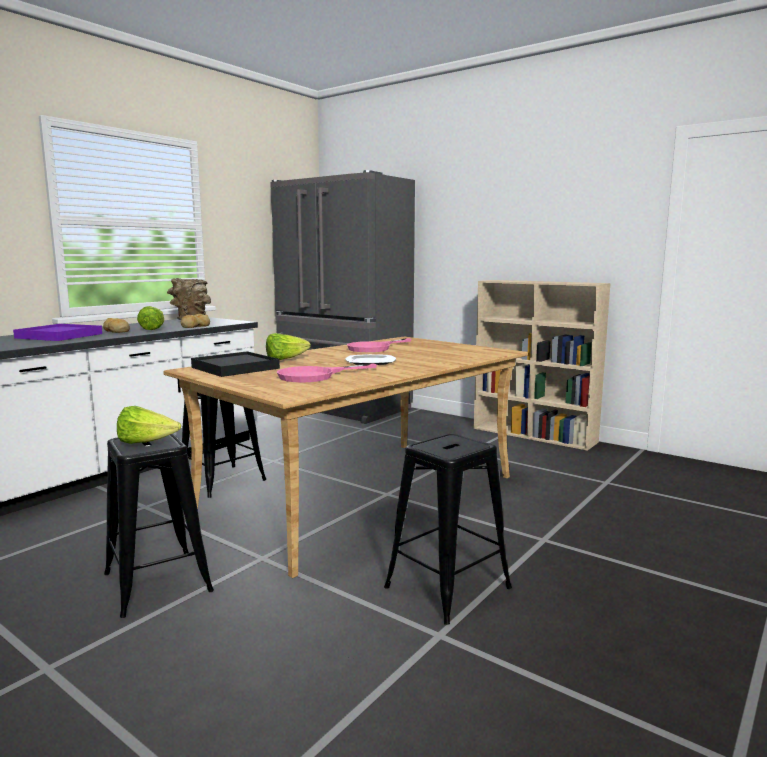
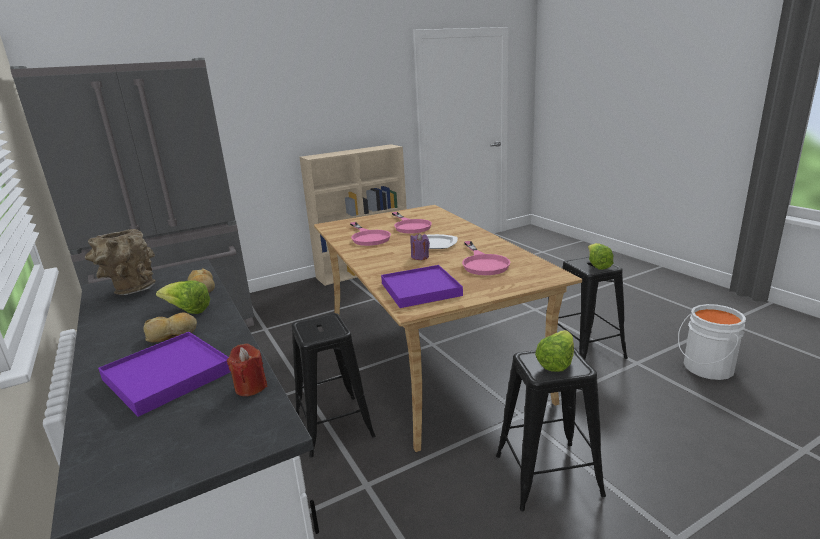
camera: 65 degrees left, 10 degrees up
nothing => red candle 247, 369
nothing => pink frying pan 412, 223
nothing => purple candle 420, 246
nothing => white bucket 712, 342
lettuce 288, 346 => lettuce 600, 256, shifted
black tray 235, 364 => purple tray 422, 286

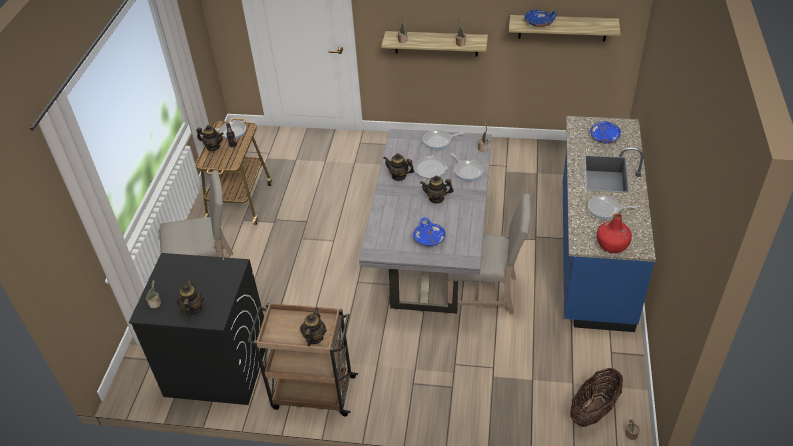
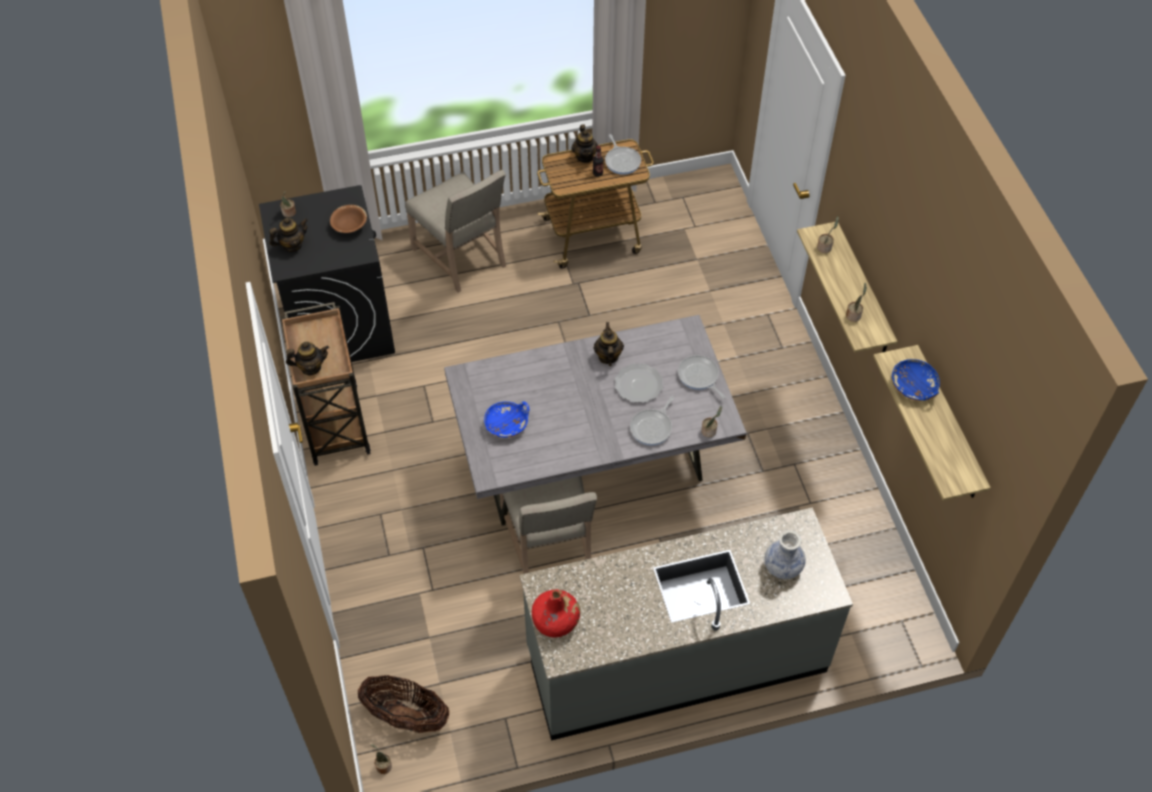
camera: 65 degrees right, 10 degrees up
teapot 437, 190 => nothing
frying pan 613, 207 => nothing
nothing => brown bowl 348, 219
blue bowl 605, 132 => vase 785, 554
blue counter 609, 224 => grey counter 686, 624

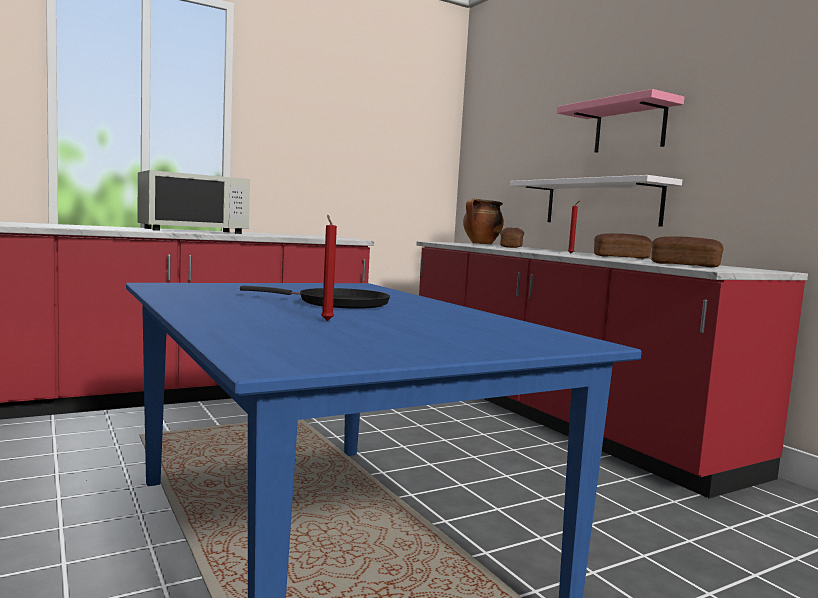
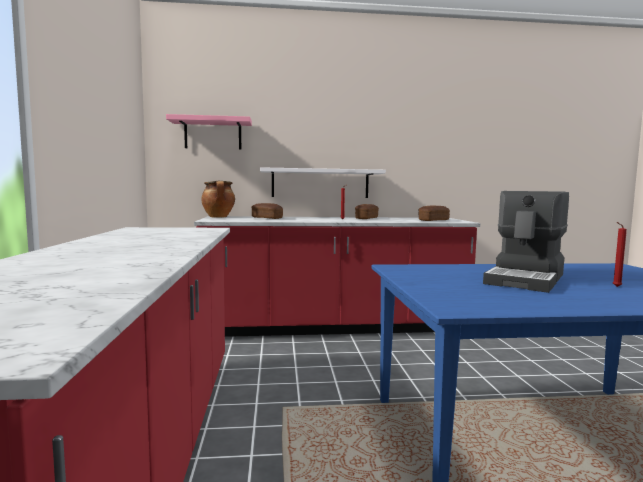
camera: 65 degrees left, 0 degrees up
white microwave 193, 202 => nothing
pink shelf 620, 121 => pink shelf 209, 132, shifted
black frying pan 315, 297 => coffee machine 526, 242

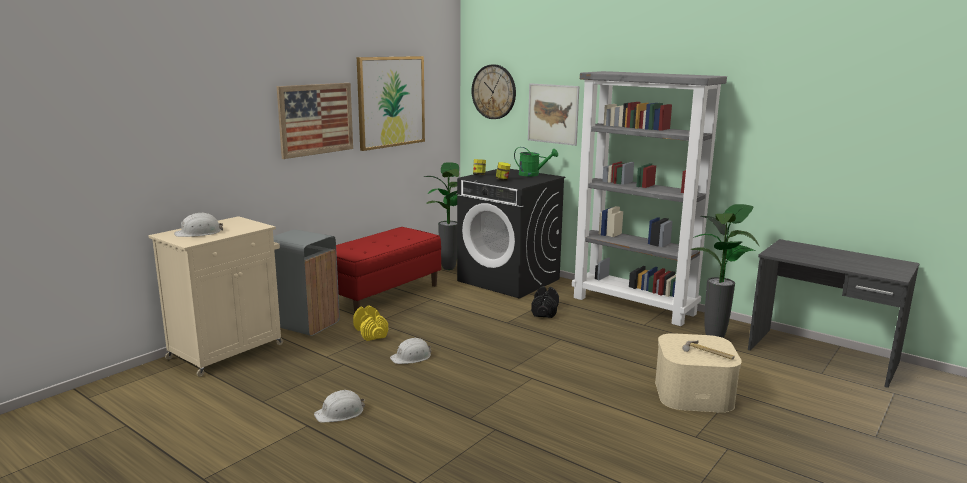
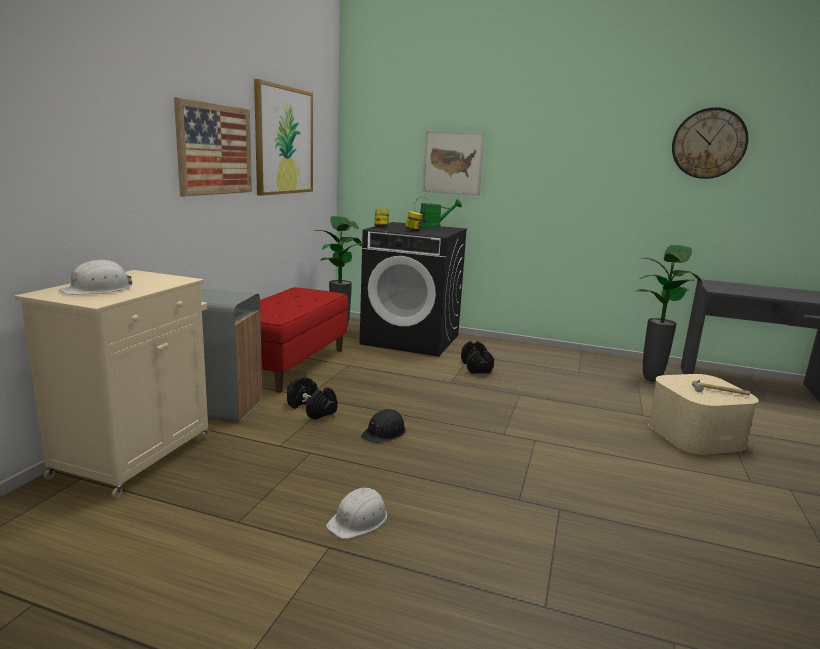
camera: 20 degrees left, 0 degrees up
grey bookcase 649, 198 => nothing
wall clock 493, 91 => wall clock 710, 143, shifted
yellow dumbbell 370, 323 => black dumbbell 312, 398
white hard hat 410, 351 => black hard hat 383, 426

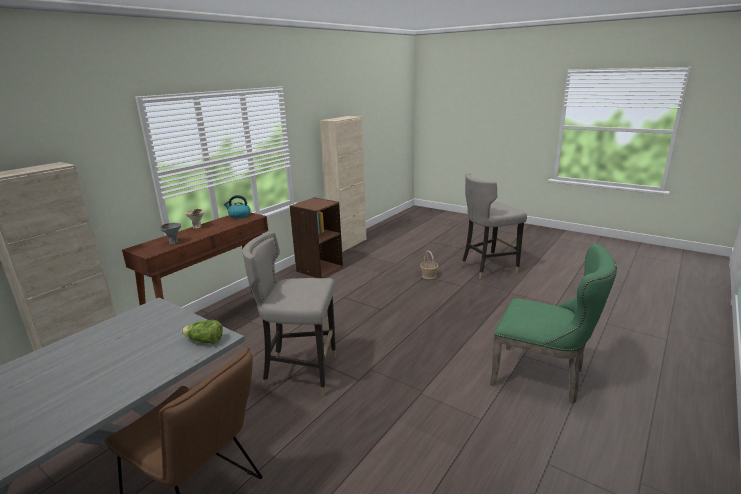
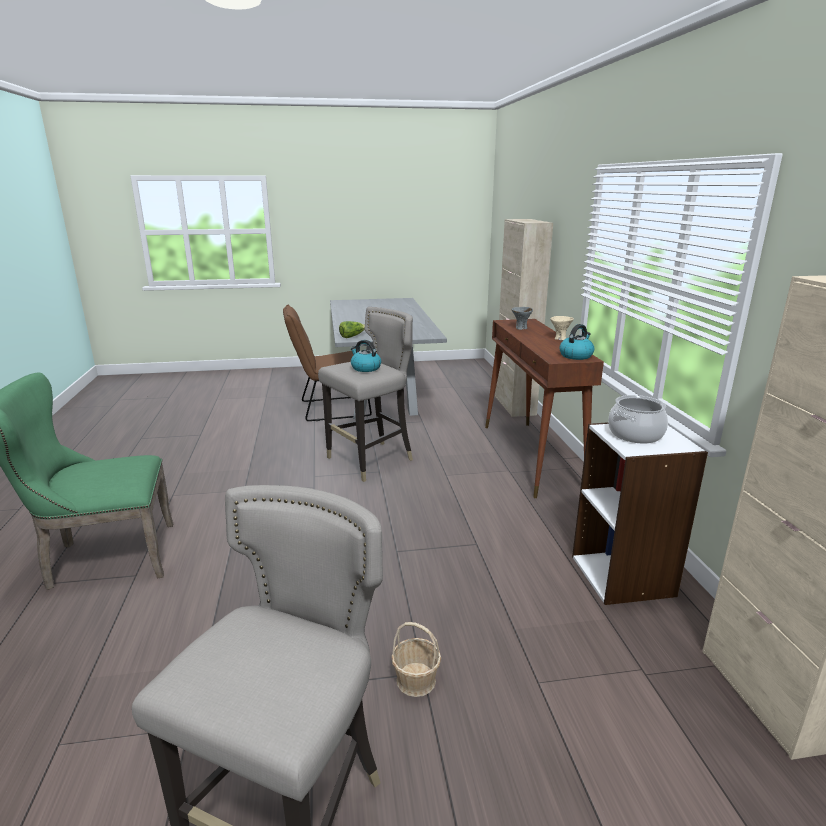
camera: 135 degrees right, 0 degrees up
nothing => kettle 366, 356
nothing => cooking pot 638, 419
brown bookcase 316, 237 => white bookcase 640, 513

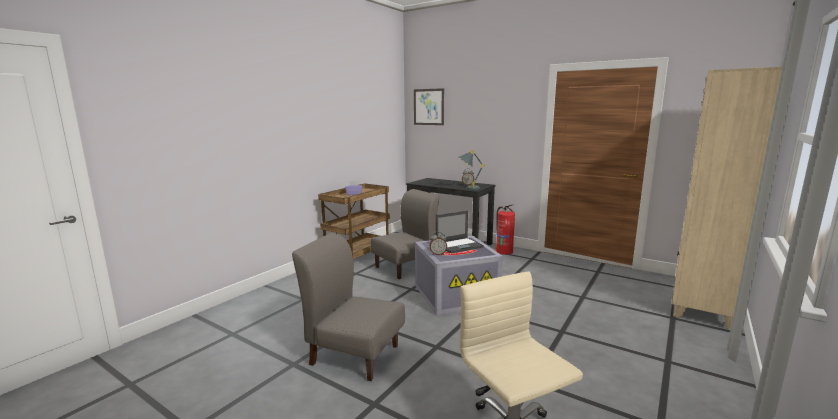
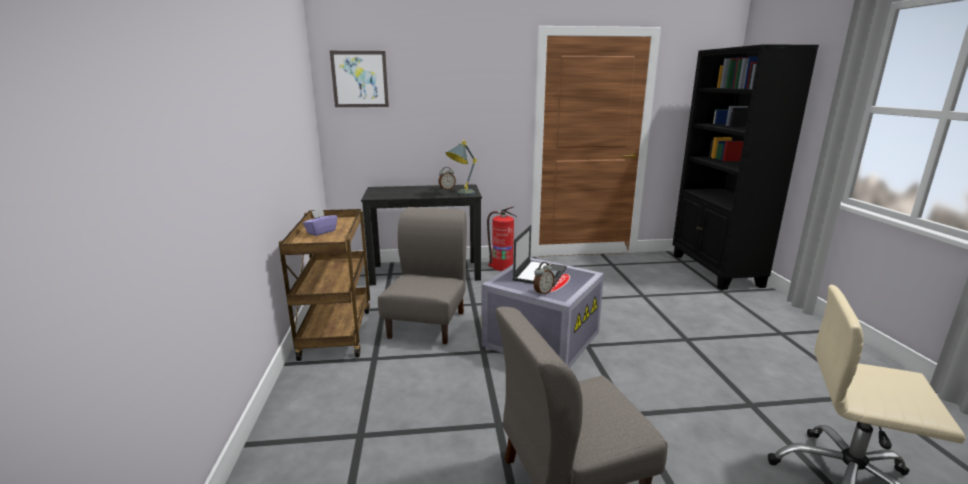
camera: 40 degrees left, 5 degrees up
beige bookcase 727, 198 => black bookcase 745, 167

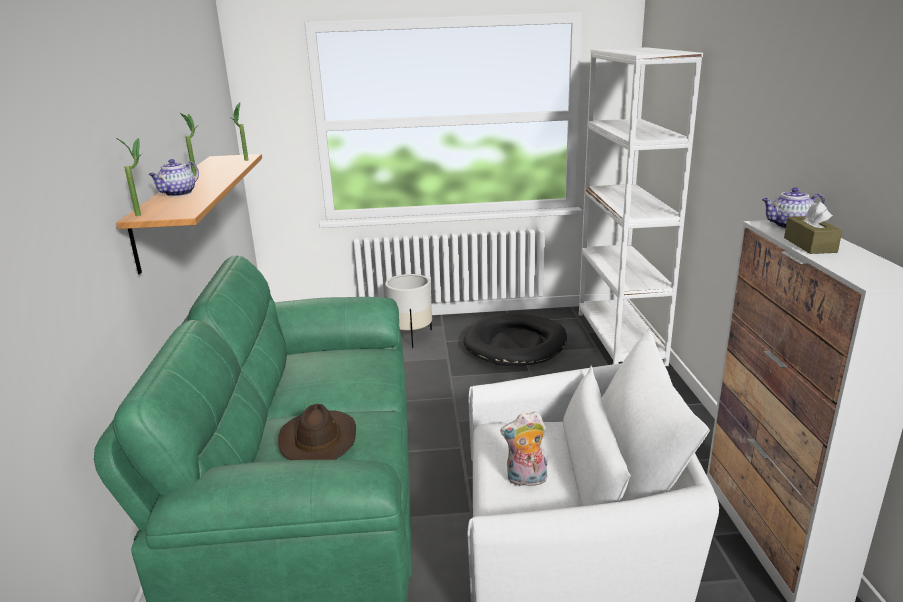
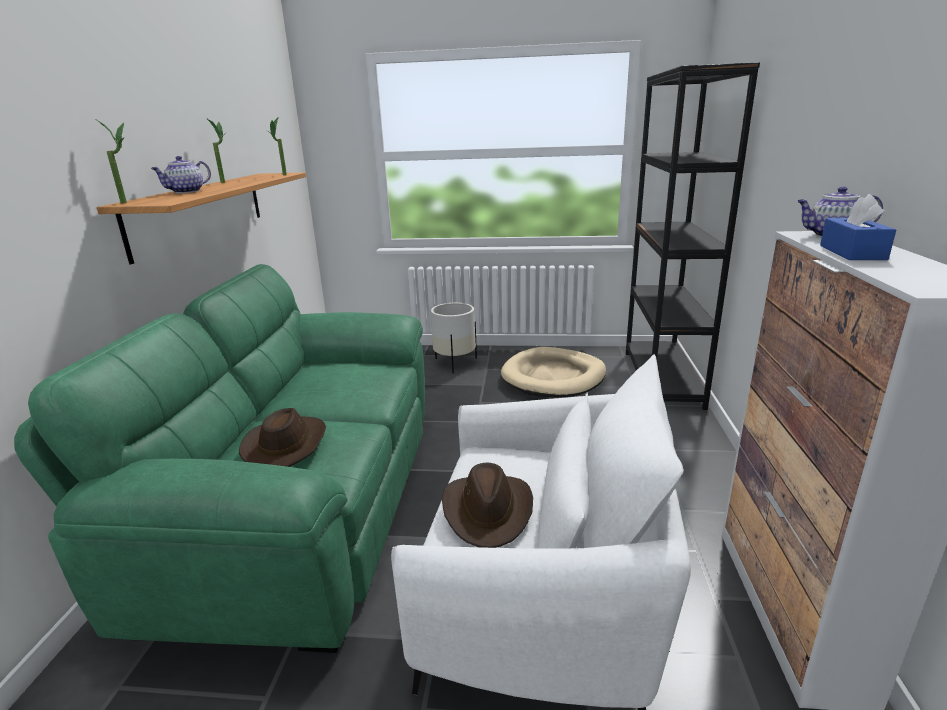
camera: 10 degrees right, 0 degrees up
plush toy 523, 448 => brown hat 487, 505
black dog bed 515, 339 => beige dog bed 553, 372
white bookcase 641, 206 => black bookcase 693, 236
brown tissue box 813, 228 => blue tissue box 858, 227

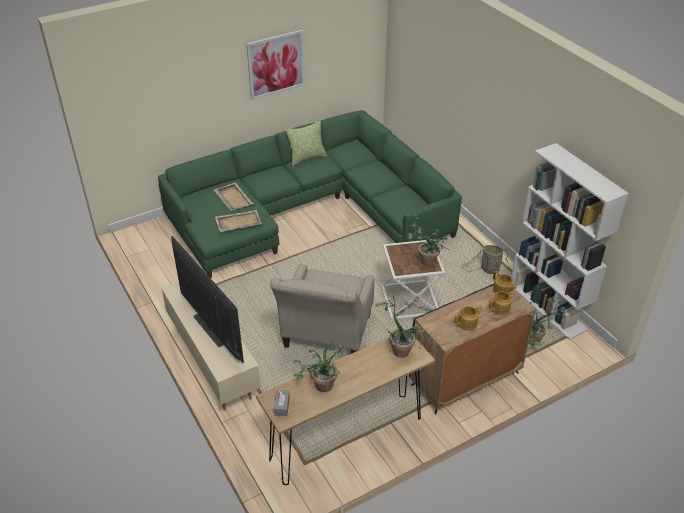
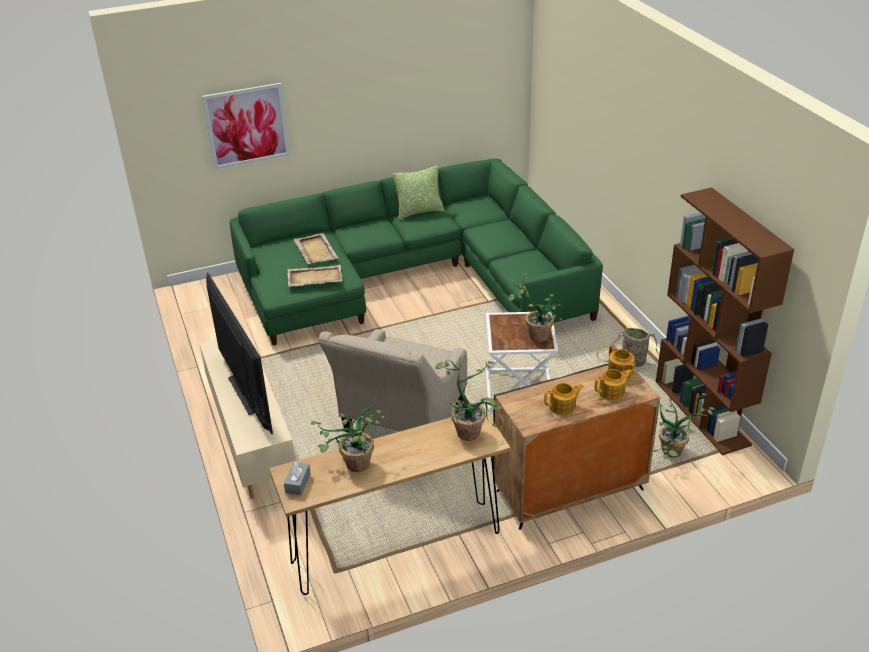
camera: 10 degrees right, 5 degrees down
picture 276, 65 => picture 246, 126, shifted
white bookcase 569, 241 => brown bookcase 725, 321

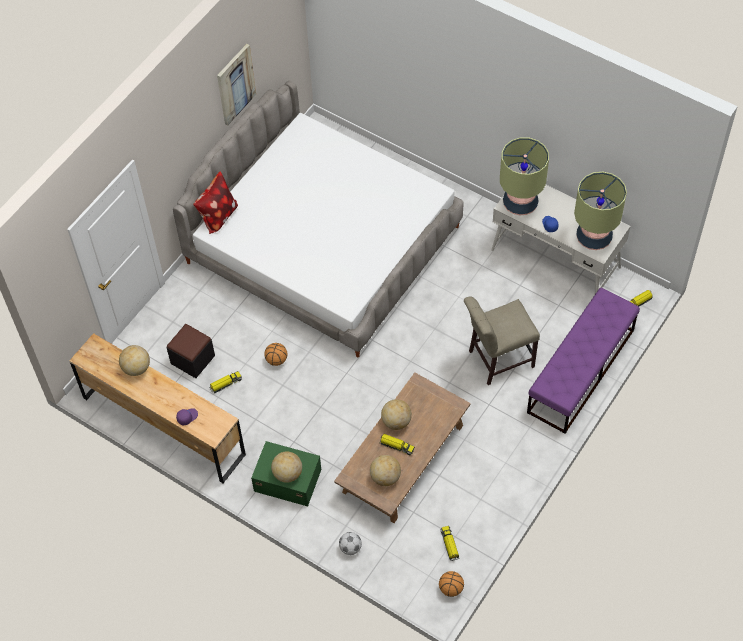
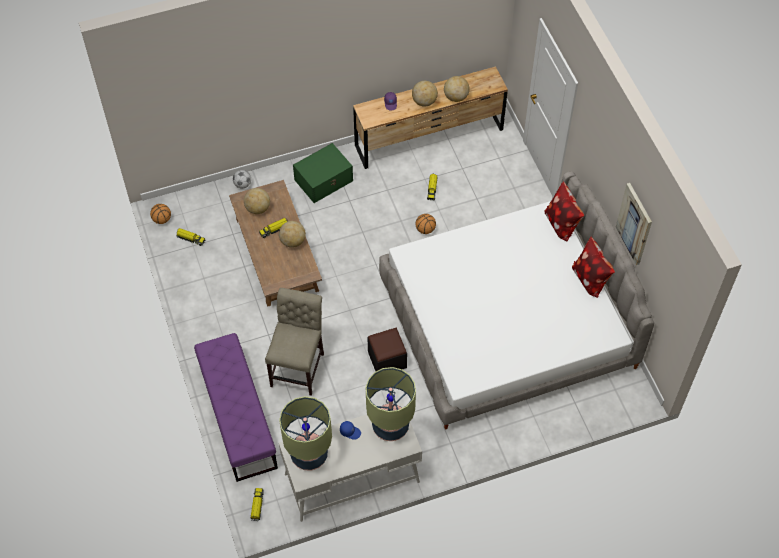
camera: 125 degrees right, 0 degrees up
nothing => pillow 593, 267
black ottoman 190, 351 => black ottoman 387, 349, shifted
globe 286, 467 => globe 425, 94, shifted

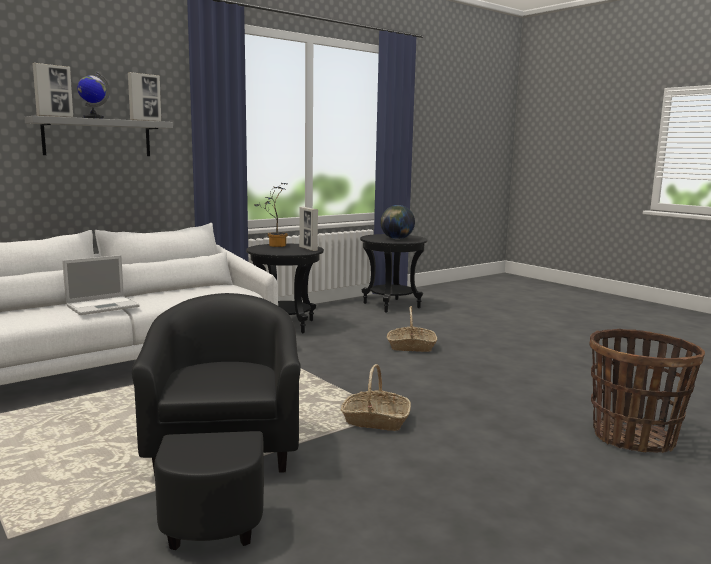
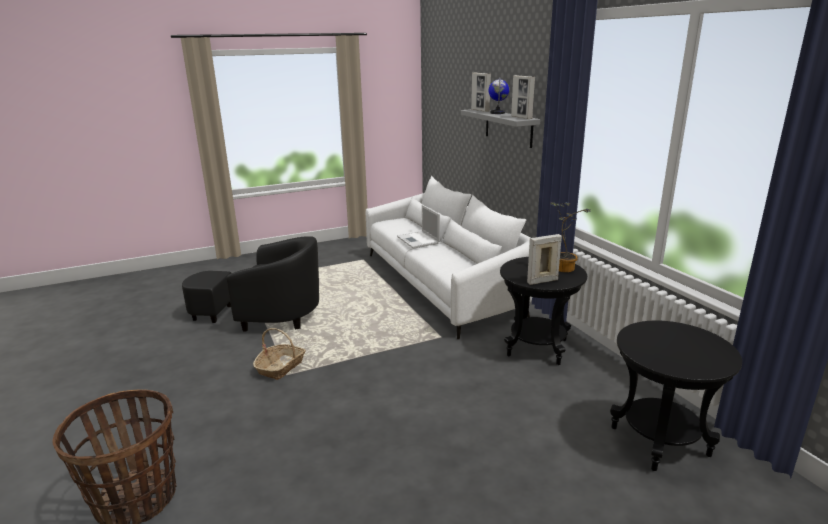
camera: 105 degrees right, 10 degrees up
globe 398, 222 => nothing
basket 412, 329 => nothing

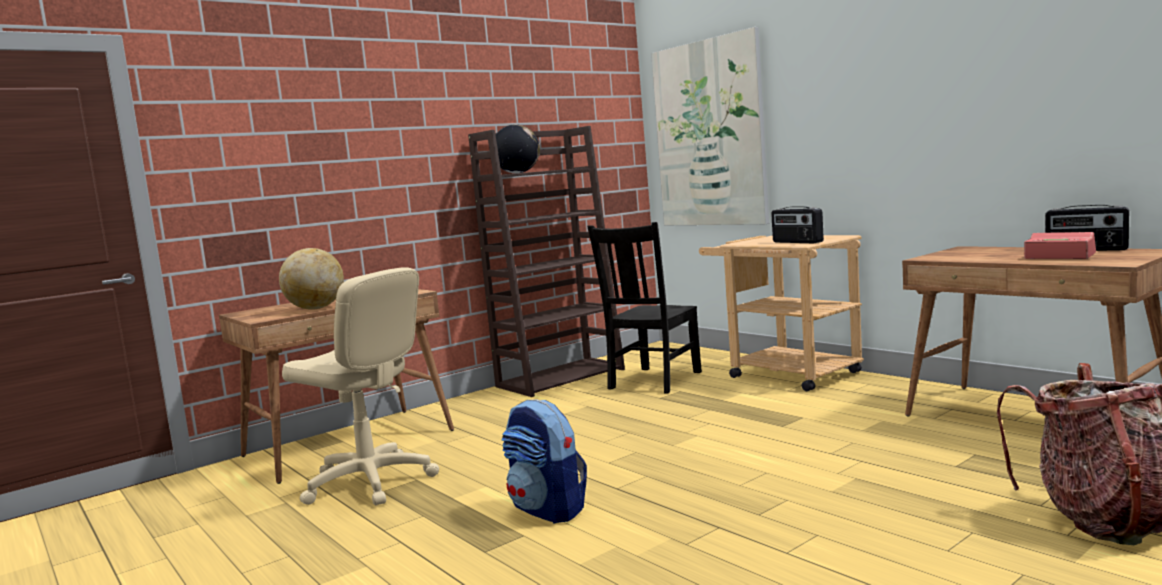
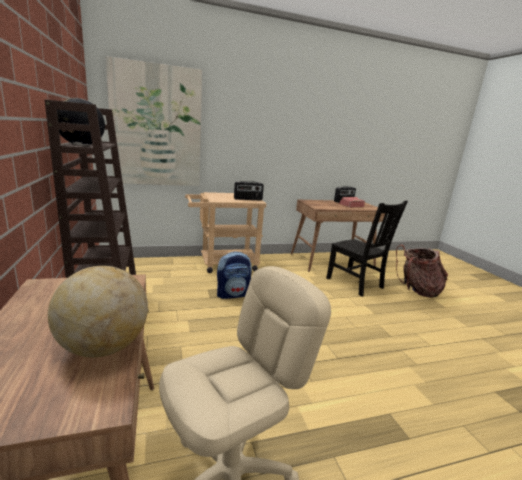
camera: 70 degrees left, 10 degrees up
backpack 544, 461 => backpack 234, 275, shifted
black chair 644, 308 => black chair 367, 248, shifted

